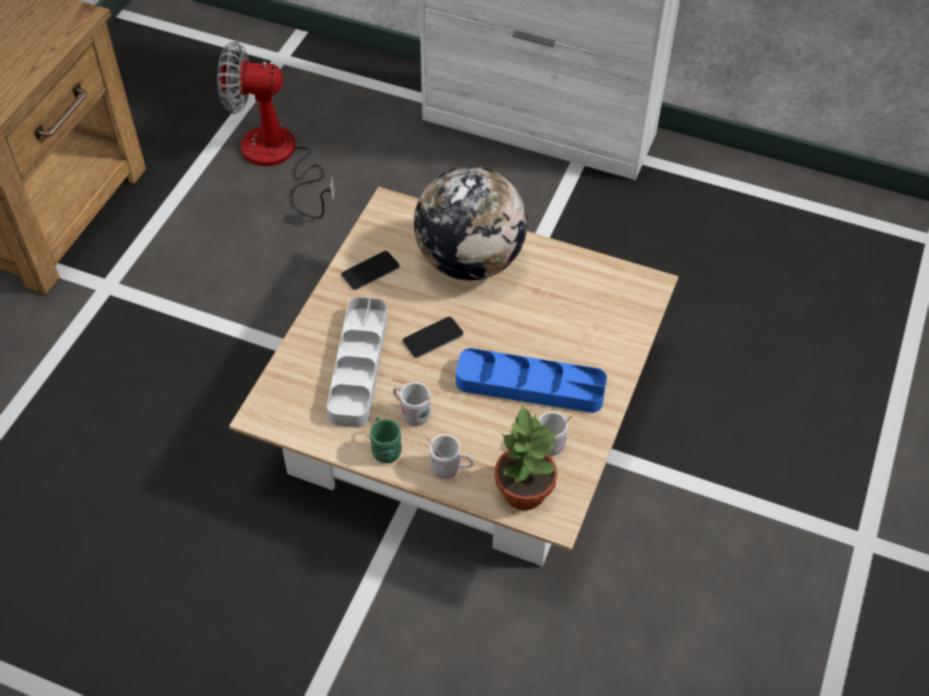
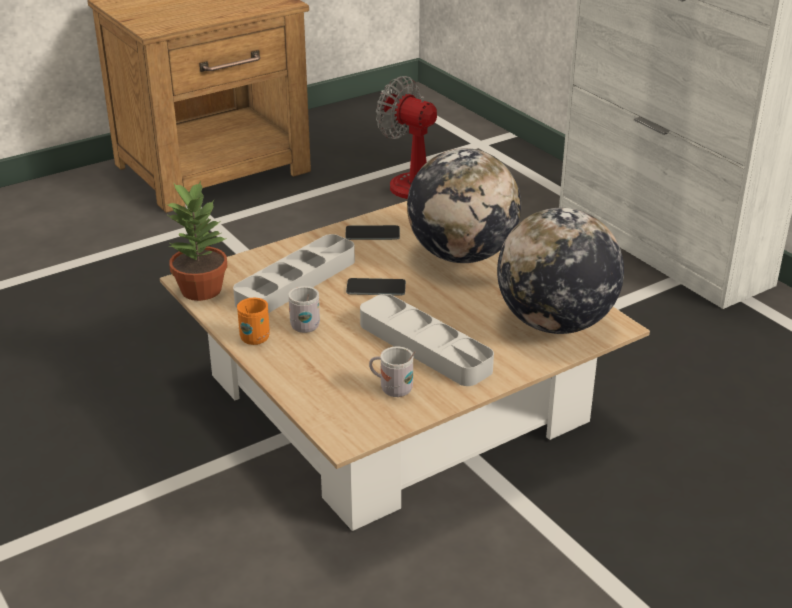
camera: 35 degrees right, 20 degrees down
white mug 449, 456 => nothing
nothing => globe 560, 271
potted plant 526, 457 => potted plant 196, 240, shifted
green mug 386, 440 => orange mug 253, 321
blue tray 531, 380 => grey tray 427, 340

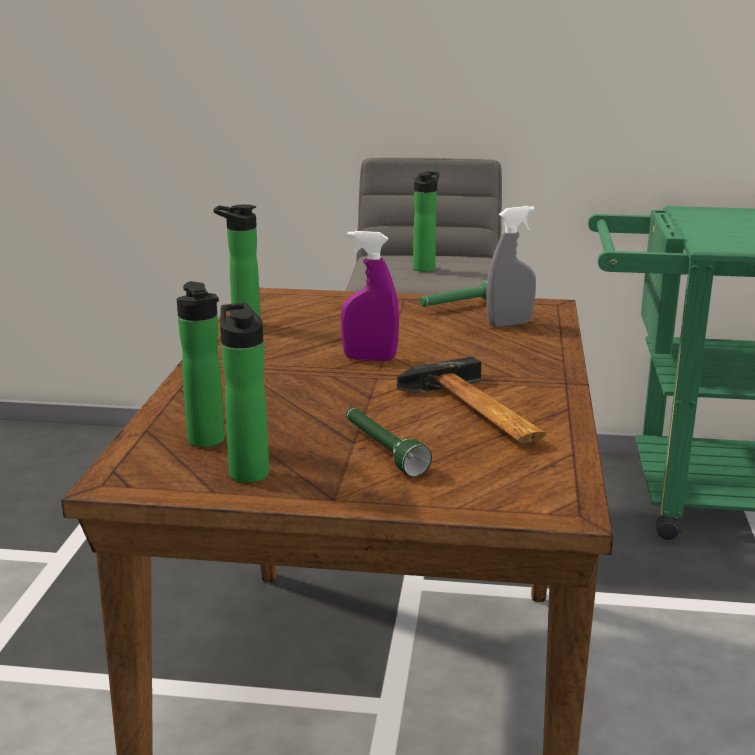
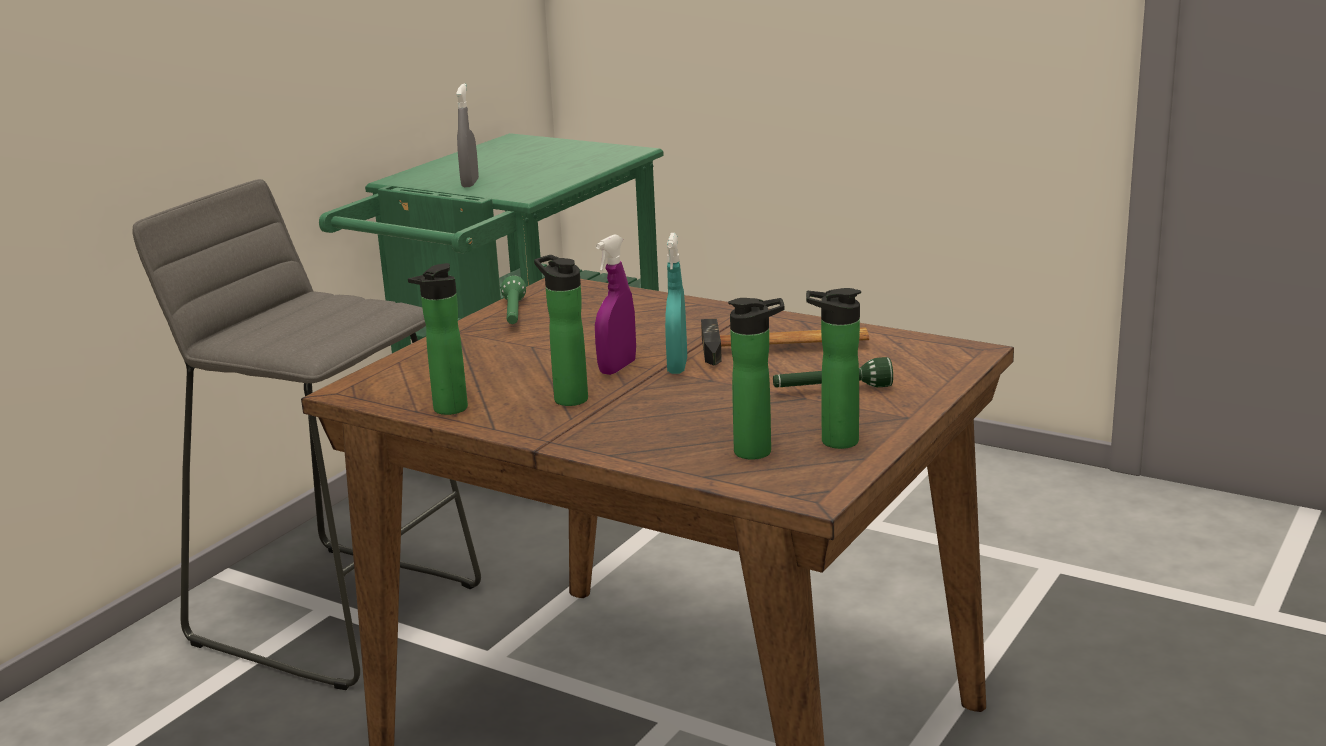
camera: 65 degrees left, 0 degrees up
nothing => turquoise spray bottle 676, 303
bottle 426, 221 => bottle 561, 330, shifted
grey spray bottle 511, 266 => grey spray bottle 467, 135, shifted

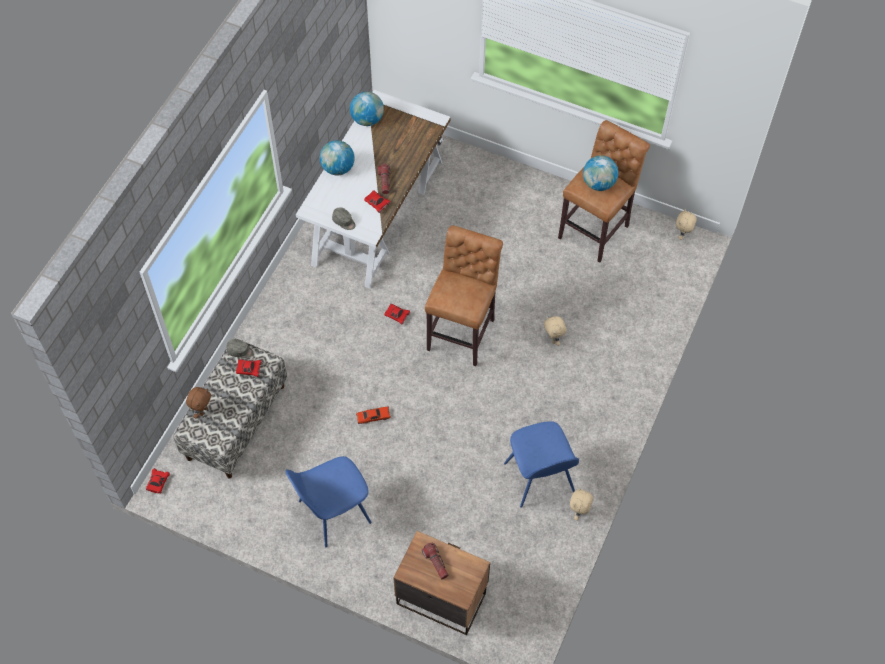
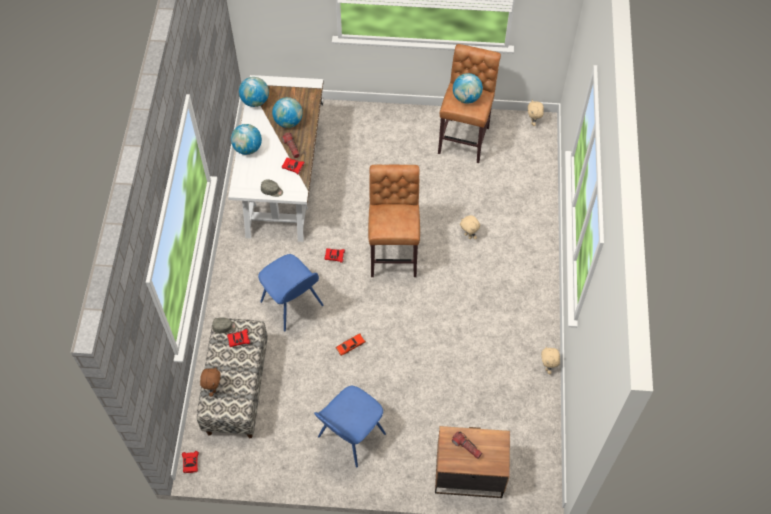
camera: 20 degrees left, 0 degrees up
nothing => globe 287, 112
blue chair 541, 464 => blue chair 291, 292, shifted

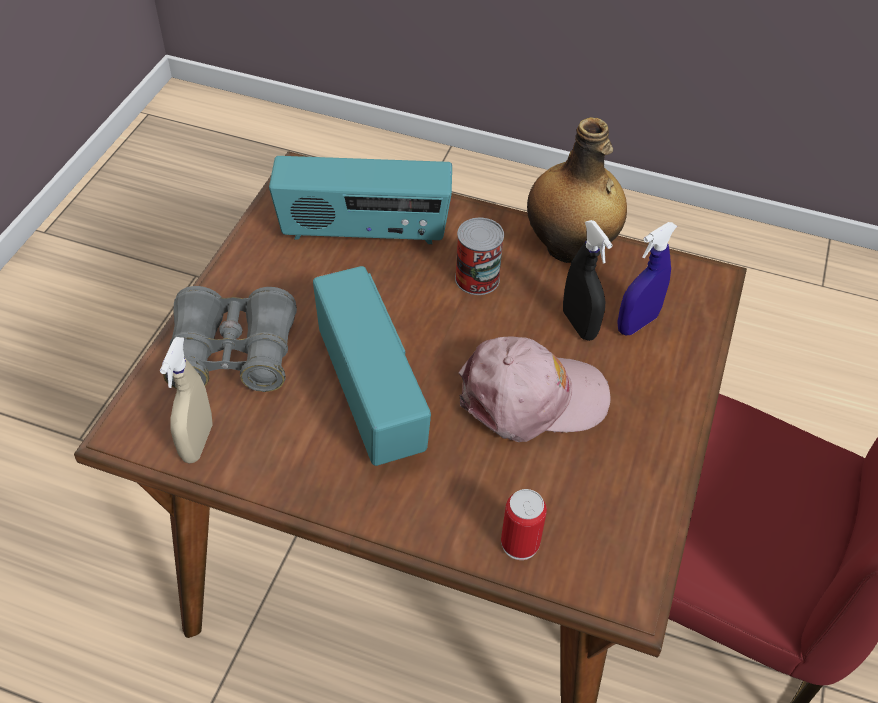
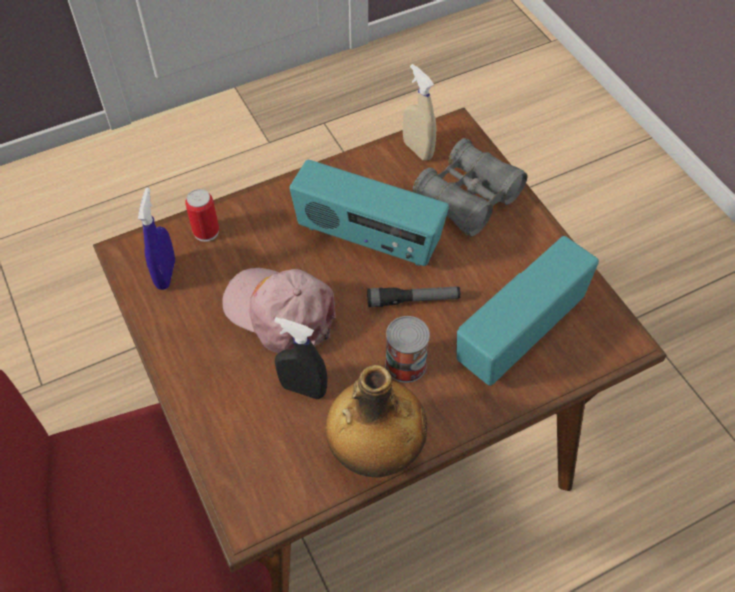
camera: 135 degrees right, 5 degrees up
nothing => flashlight 414, 296
blue spray bottle 647, 278 => blue spray bottle 156, 239, shifted
pink cap 534, 389 => pink cap 279, 310, 90 degrees clockwise

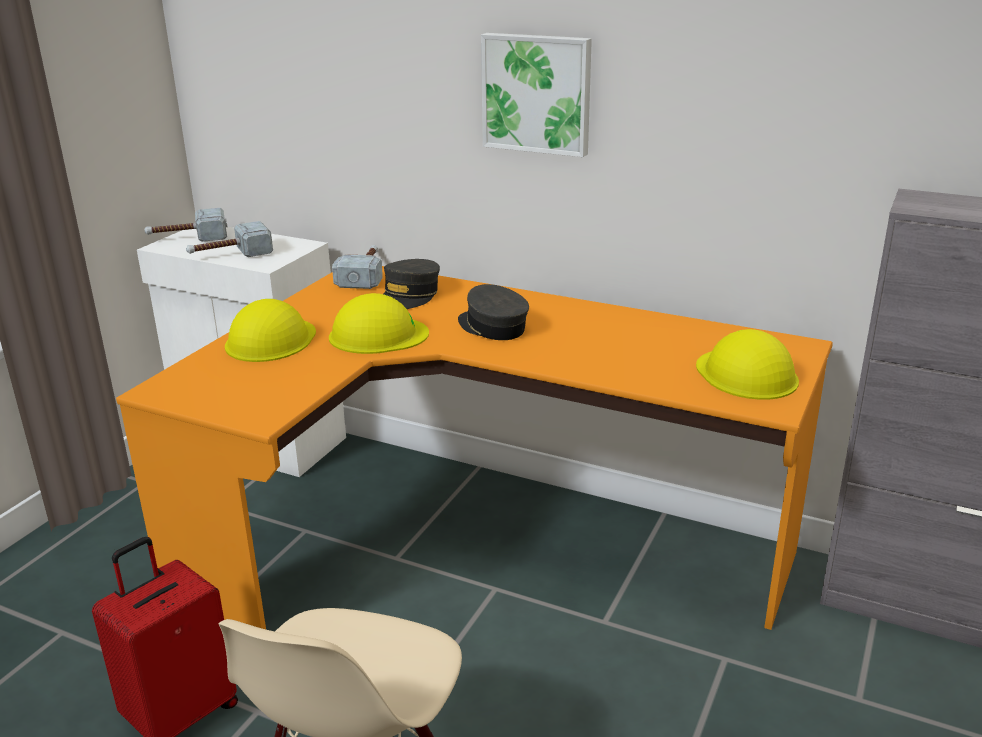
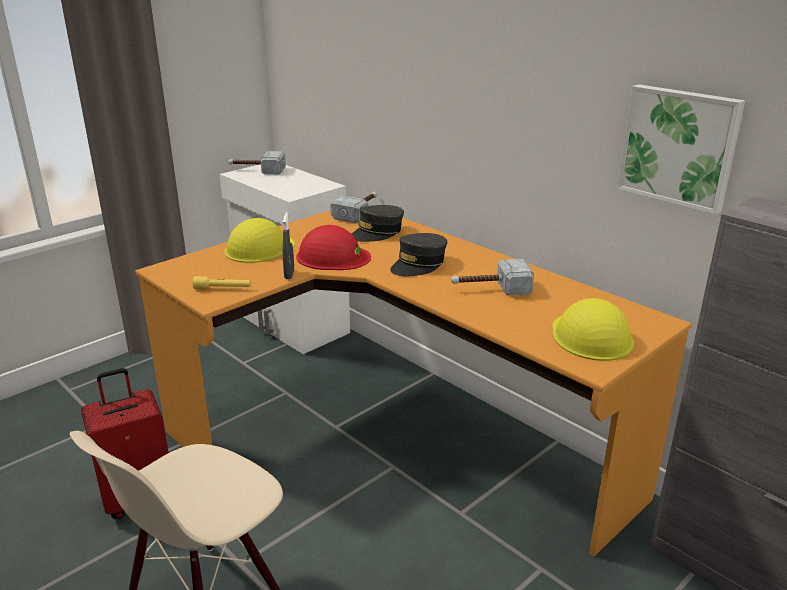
camera: 20 degrees right, 0 degrees up
nothing => yellow flashlight 222, 282
nothing => grey spray bottle 288, 245
hammer 229, 239 => hammer 492, 277, shifted
picture 536, 95 => picture 681, 149, shifted
yellow hard hat 379, 323 => red hard hat 333, 247
grey cap 493, 312 => grey cap 418, 255, 120 degrees counterclockwise

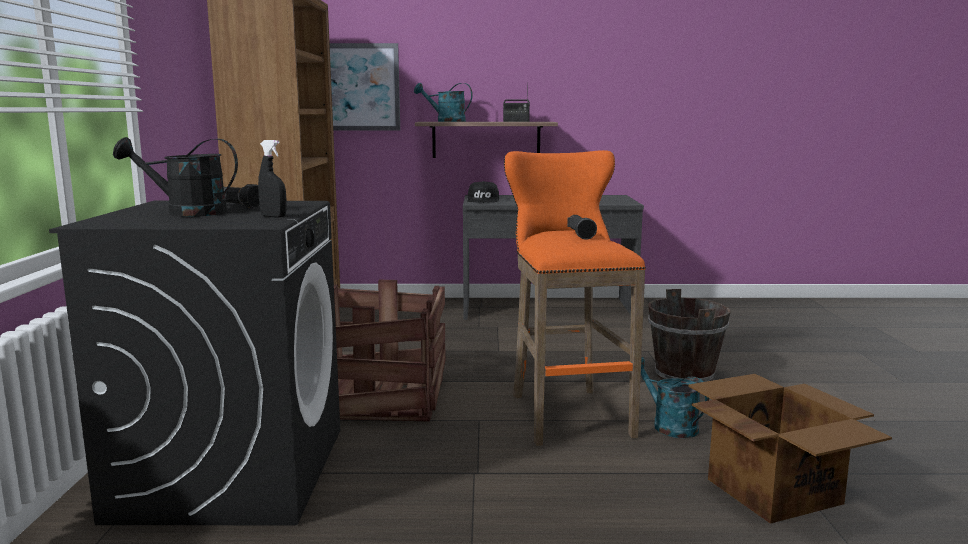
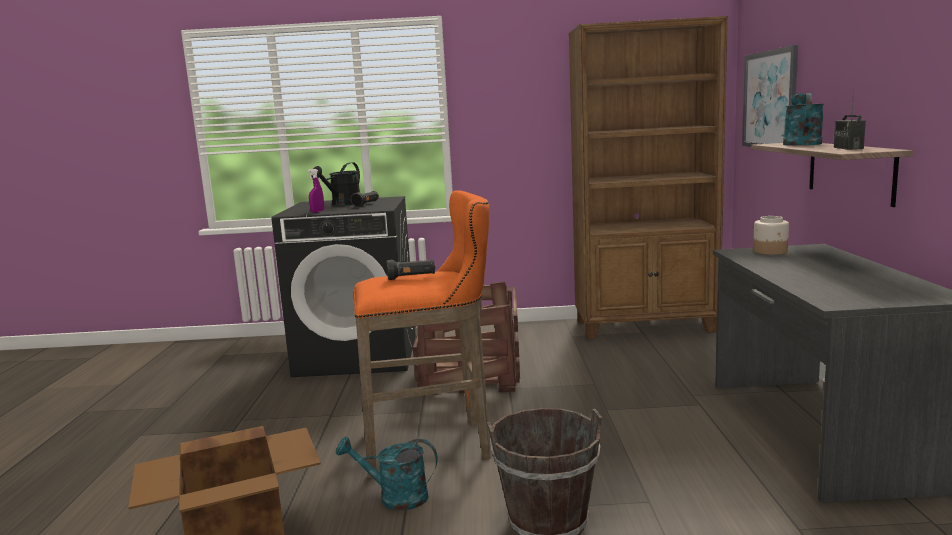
camera: 90 degrees right, 0 degrees up
black cap 483, 191 => jar 771, 235
black spray bottle 272, 179 => purple spray bottle 316, 191
black watering can 175, 177 => black watering can 335, 183, 150 degrees counterclockwise
turquoise watering can 675, 397 => turquoise watering can 387, 474, 135 degrees counterclockwise

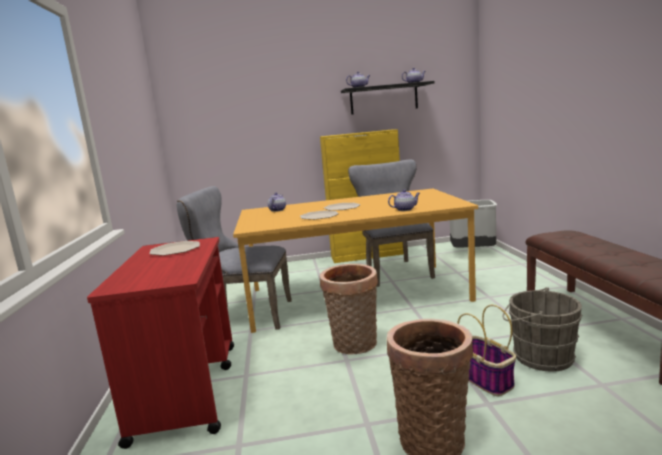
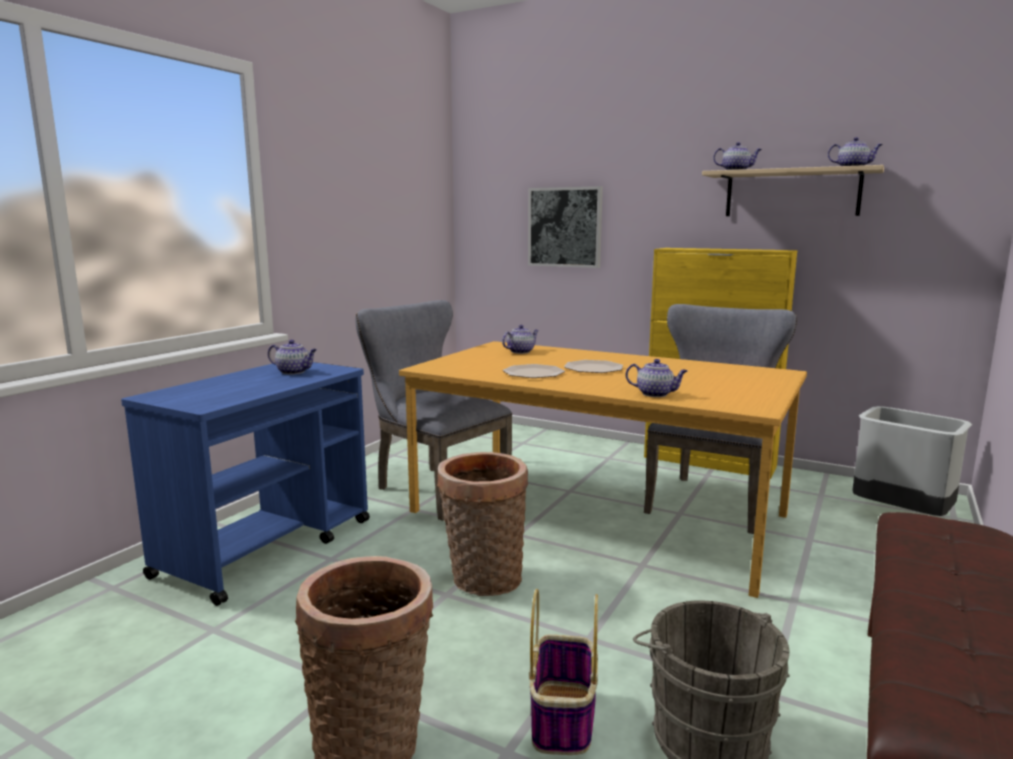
camera: 35 degrees right, 0 degrees up
nothing => picture 565, 227
plate 174, 248 => teapot 292, 357
red cart 160, 343 => blue cart 245, 484
black shelf 387, 98 => beige shelf 793, 190

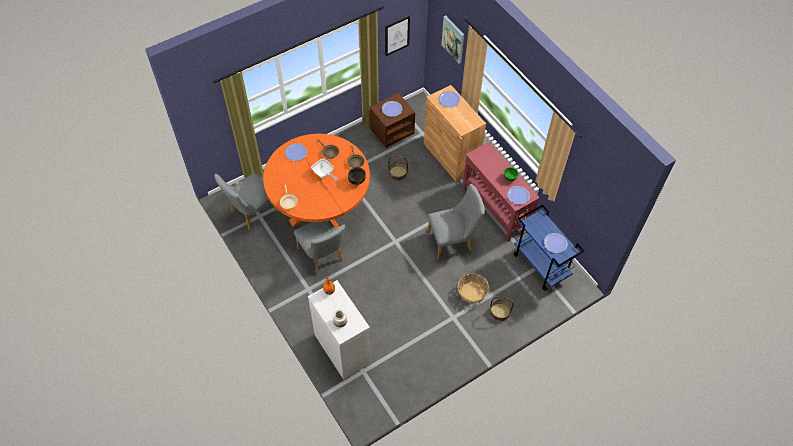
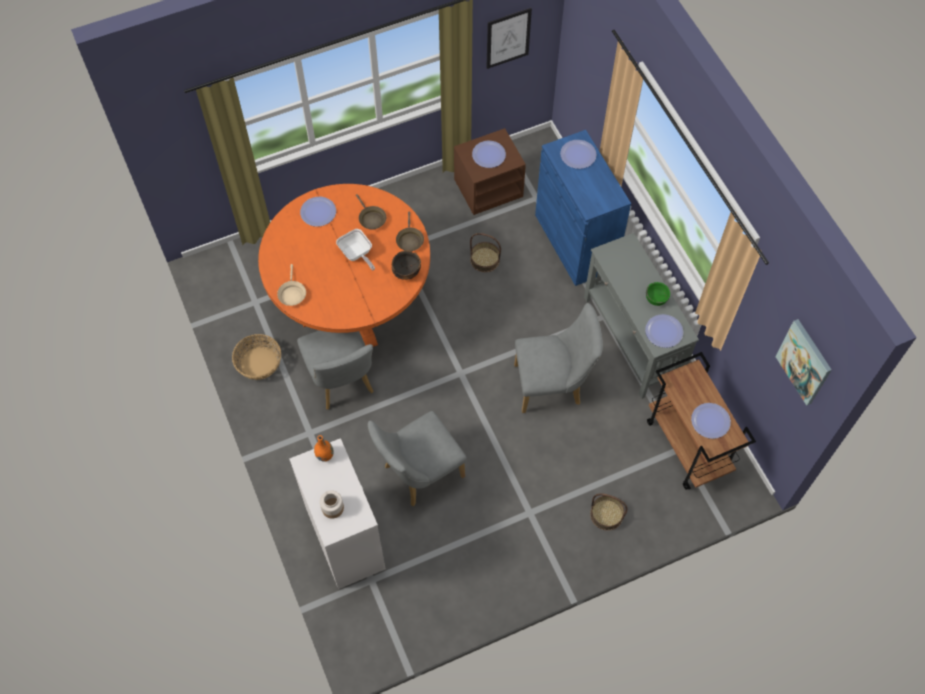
camera: 10 degrees right, 5 degrees up
grey chair 246, 201 => grey chair 417, 459, shifted
picture 452, 40 => picture 803, 362, shifted
basket 473, 288 => basket 256, 357, shifted
brown cabinet 455, 133 => blue cabinet 583, 208
red console table 501, 192 => grey console table 641, 316
blue cart 549, 247 => brown cart 701, 421

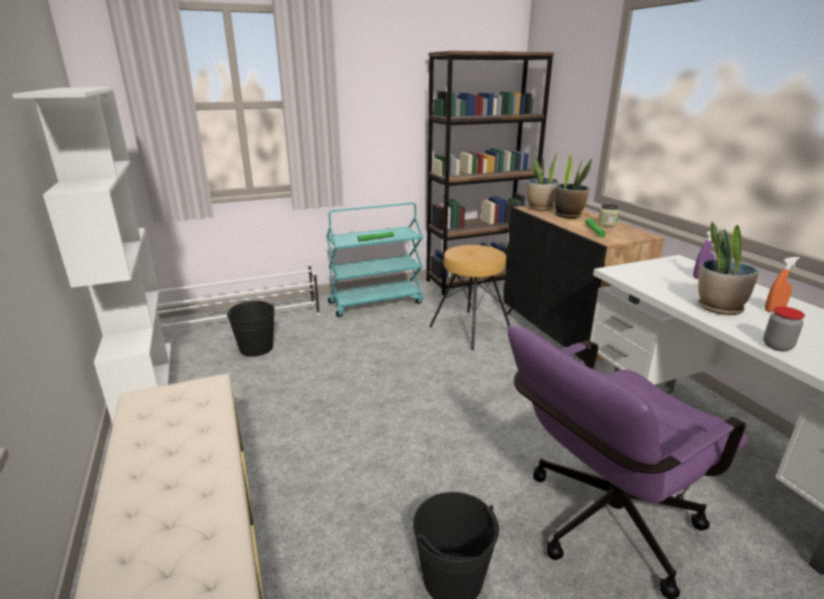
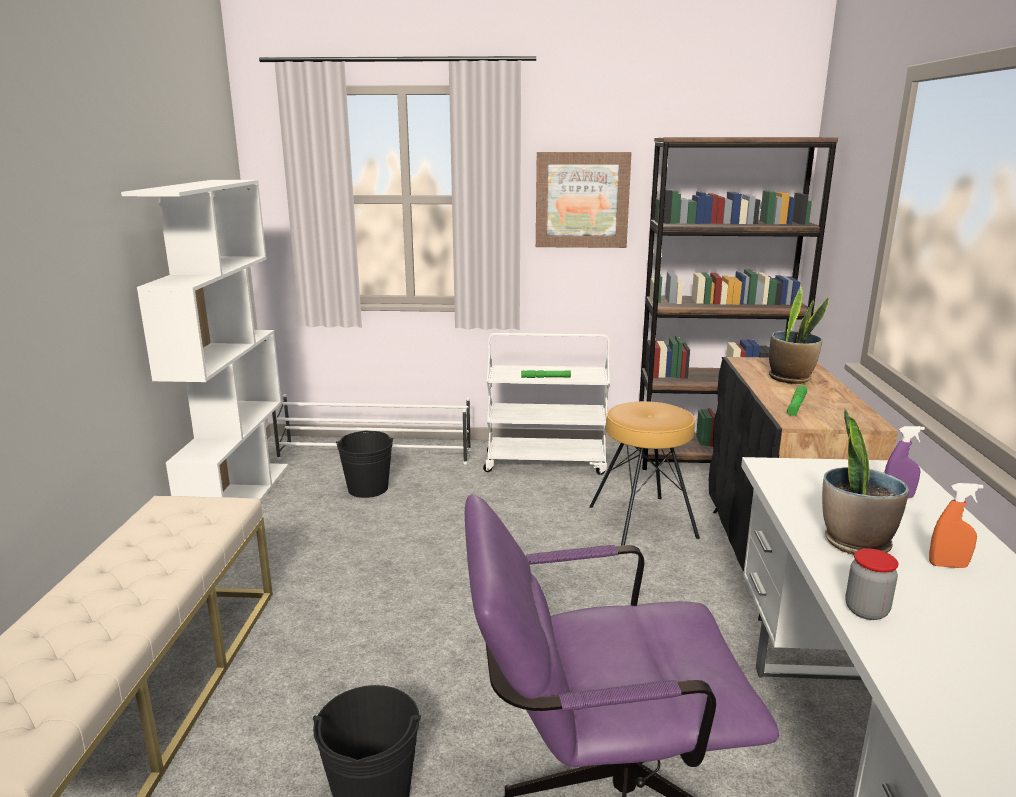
camera: 25 degrees right, 5 degrees down
potted plant 543, 180 => nothing
jar 608, 215 => nothing
nothing => picture 584, 200
turquoise cart 374, 259 => white cart 546, 404

